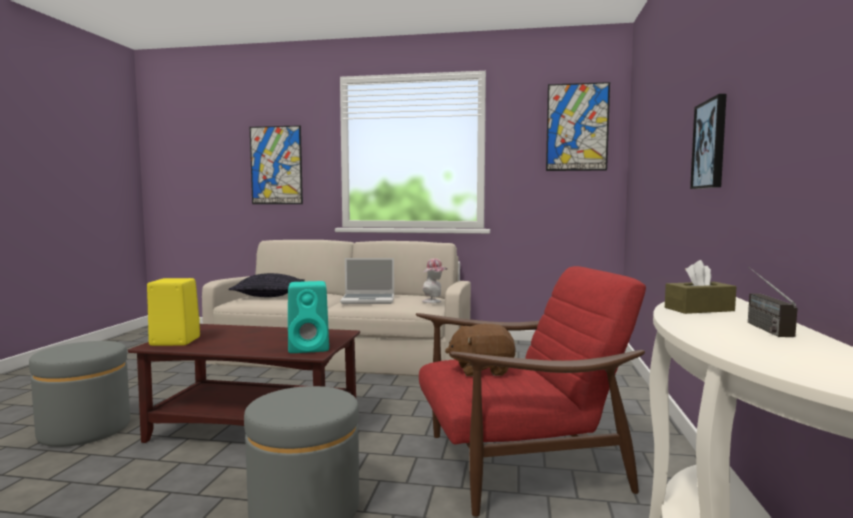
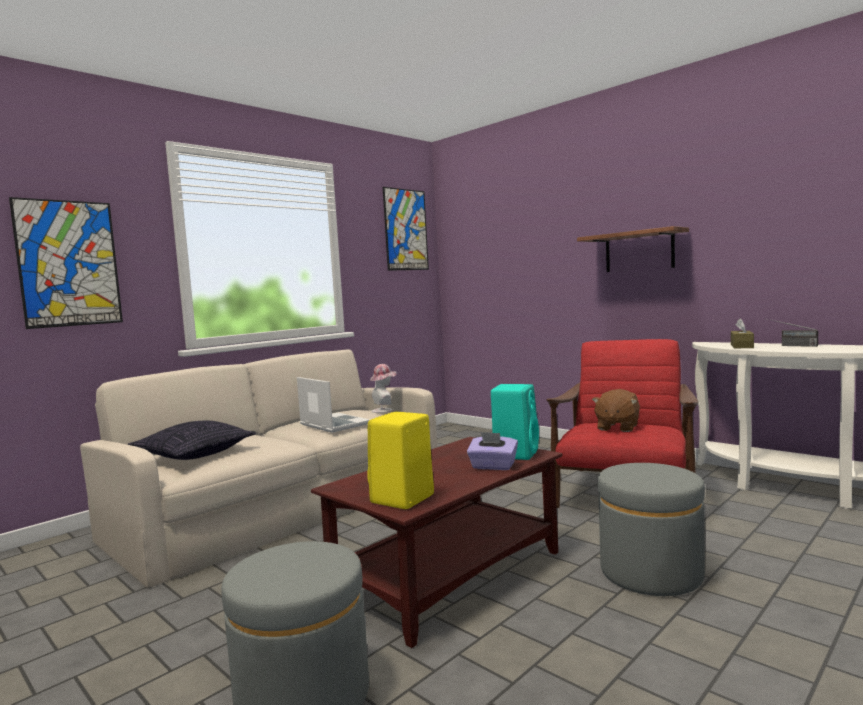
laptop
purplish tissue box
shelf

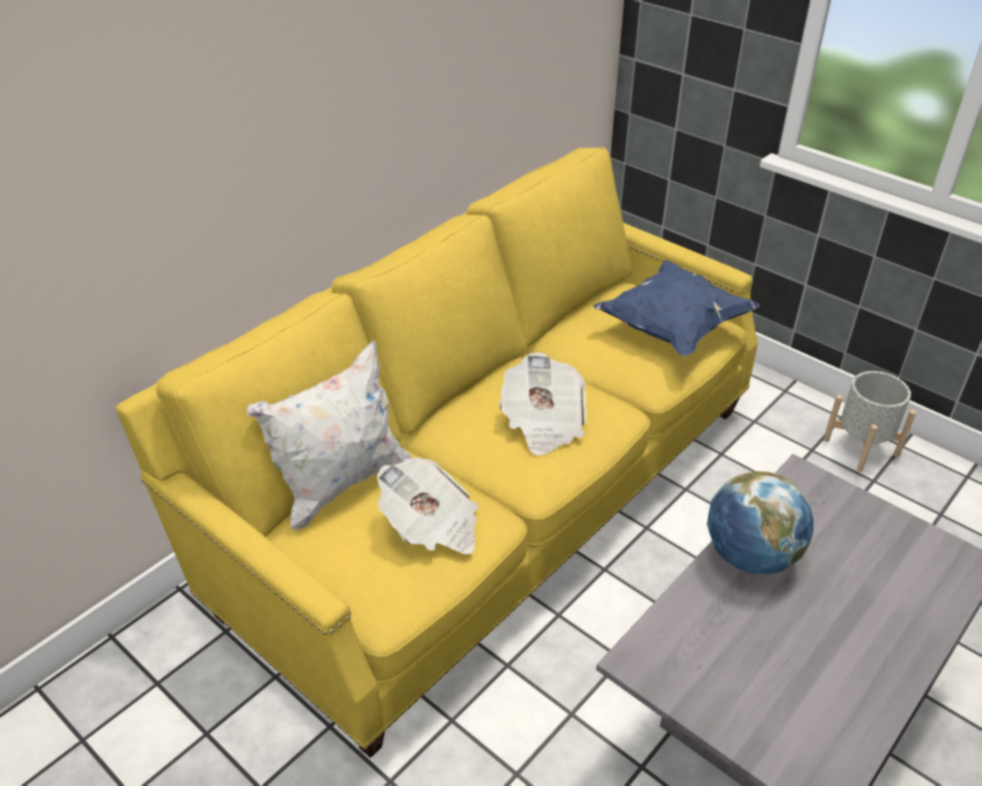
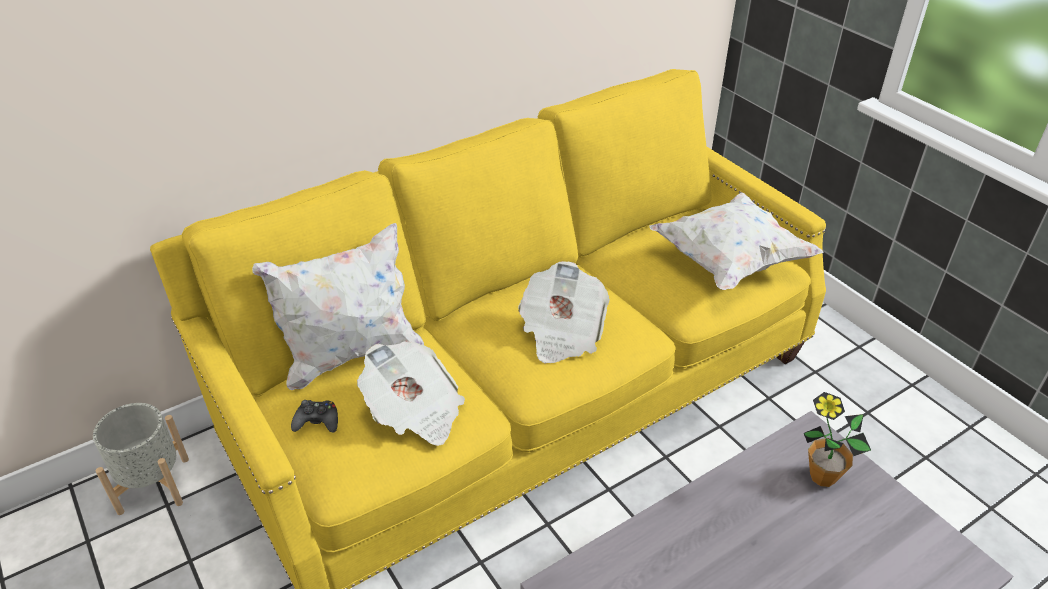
grey planter
black gamepad
whitish cushion (2nd from left)
houseplant
world globe

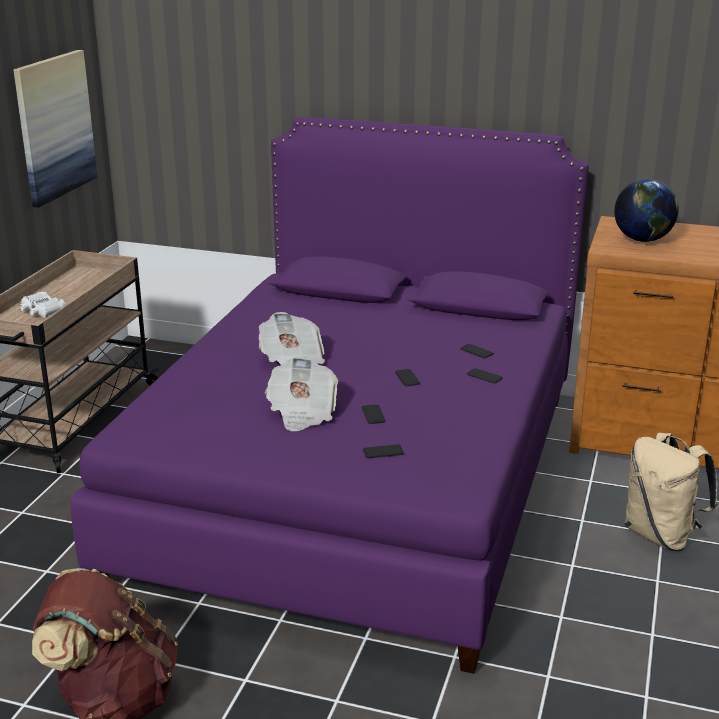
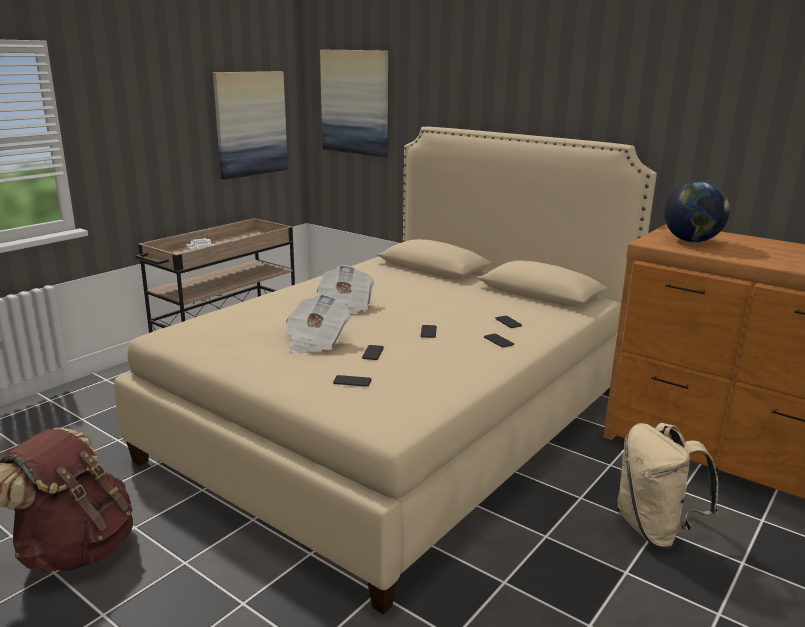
sand-coloured bedroom bed
picture (2nd from left)

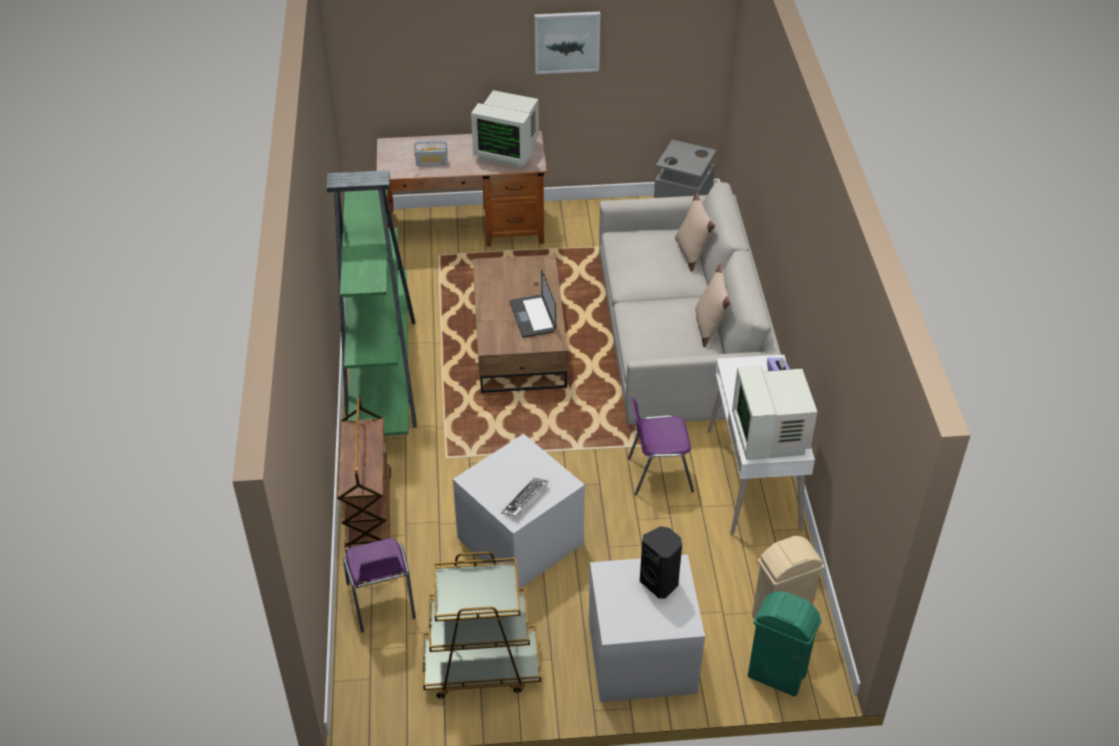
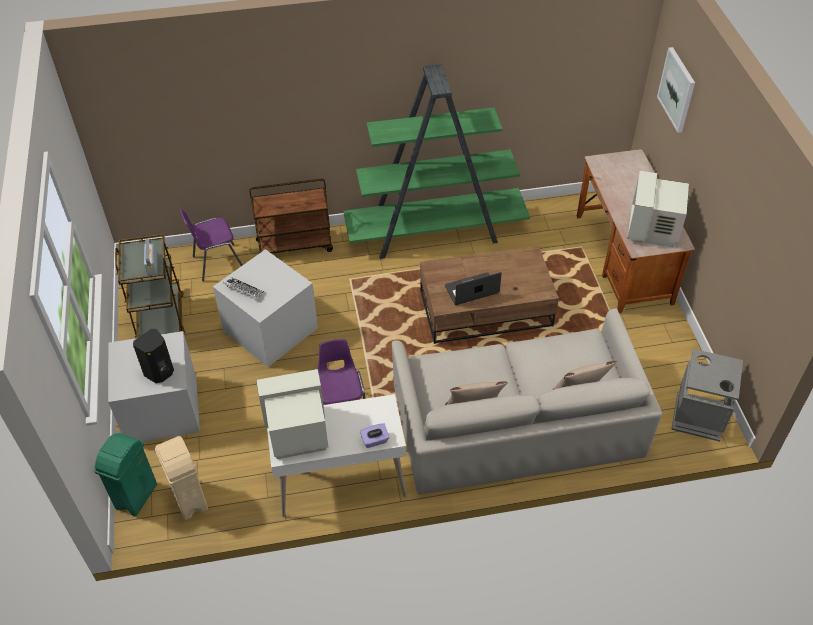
radio
picture

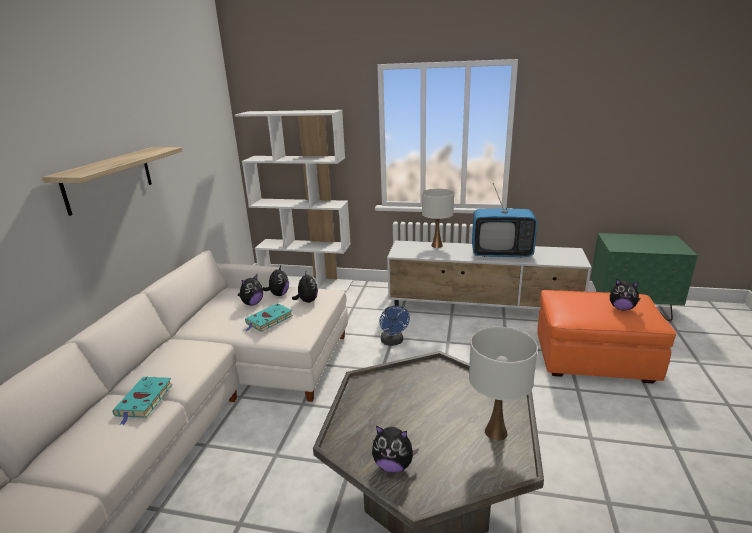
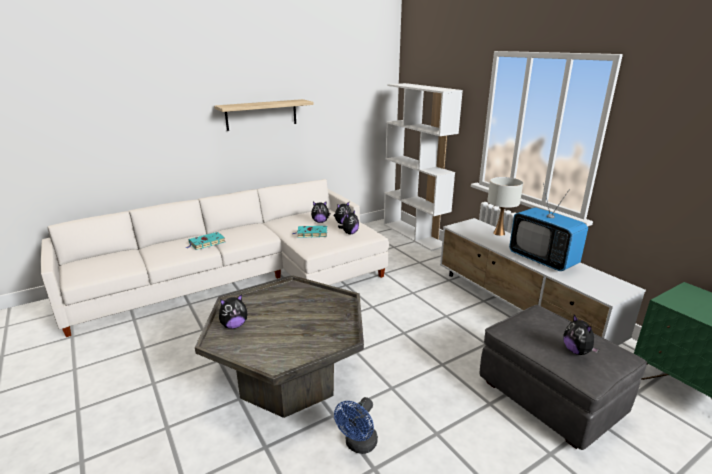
soft toy (1st from left)
blue-coloured cooling fan
grey ottoman
whitish lamp for a table (2nd from left in the first image)

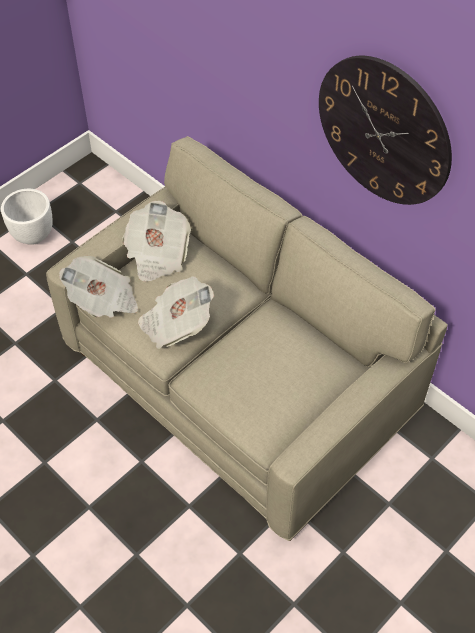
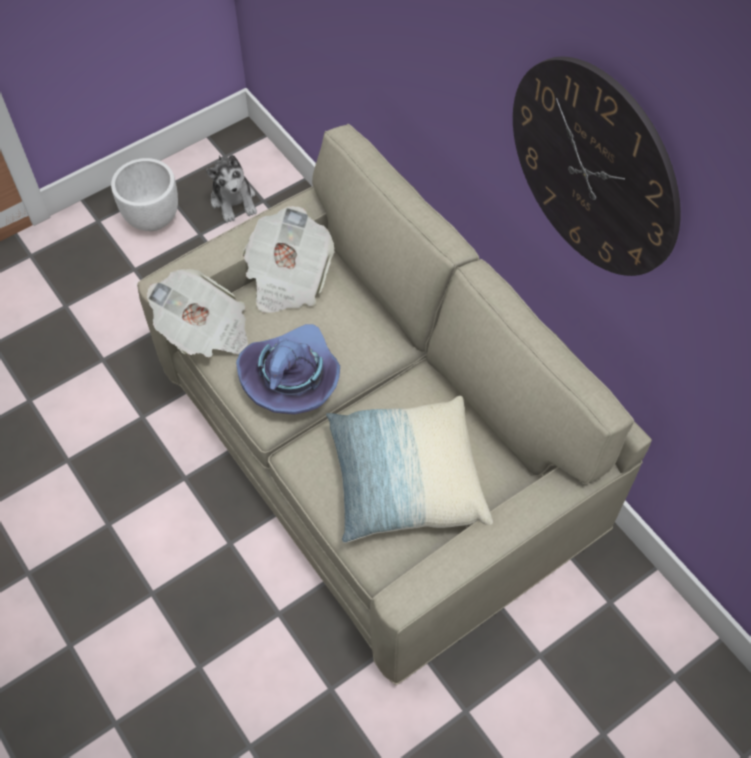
soft toy
purplish hat
cushion

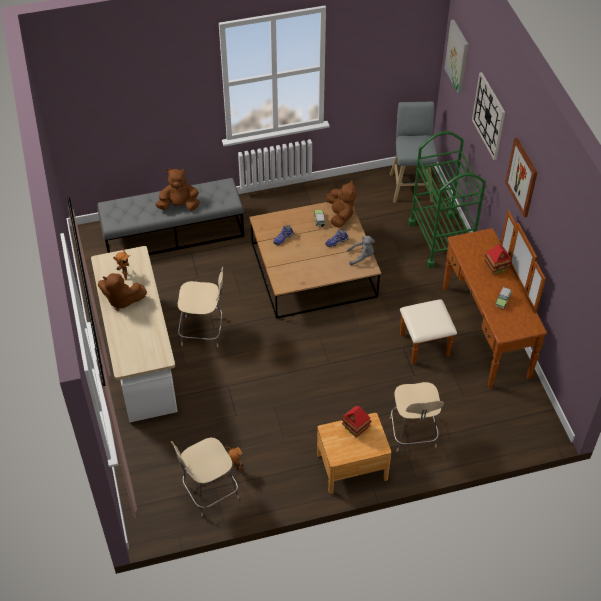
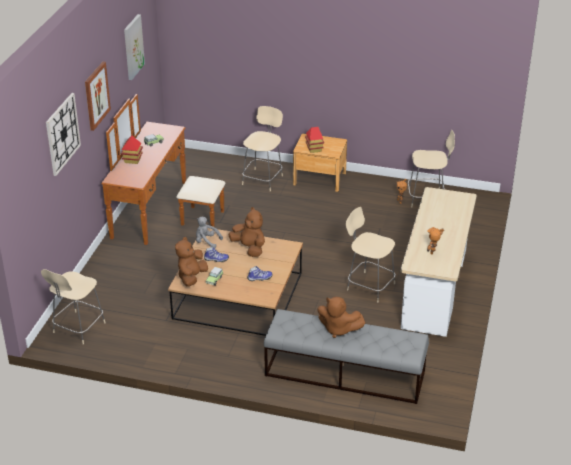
sand-coloured chair (1st from left)
picture (2nd from left)
brown soft toy (2nd from left)
green-coloured wheeled cart

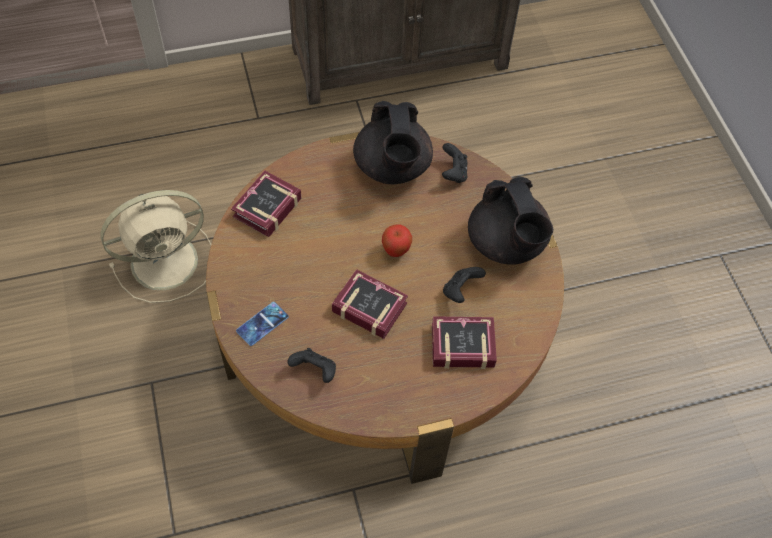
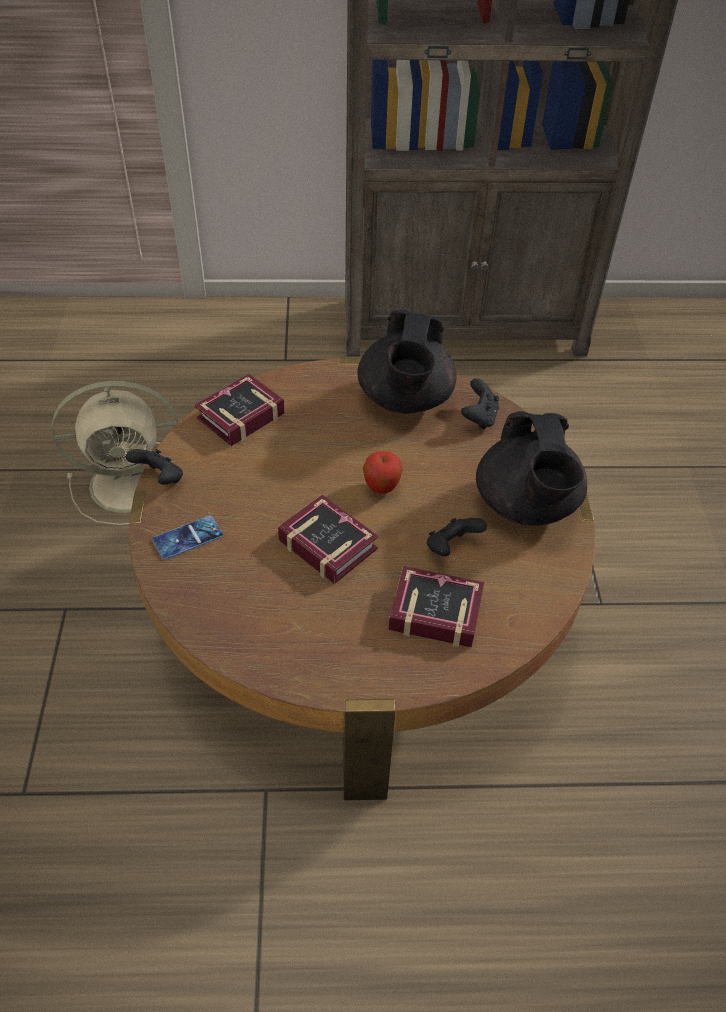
black gamepad (1st from left)

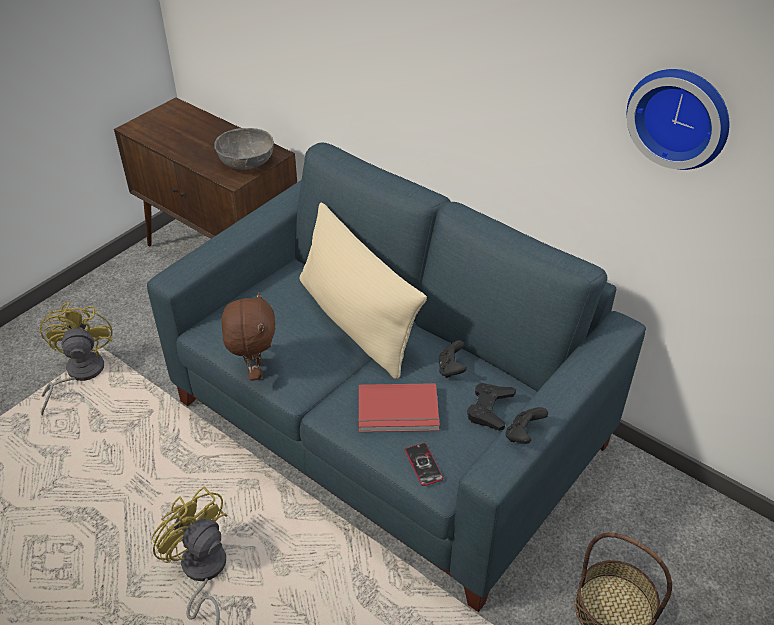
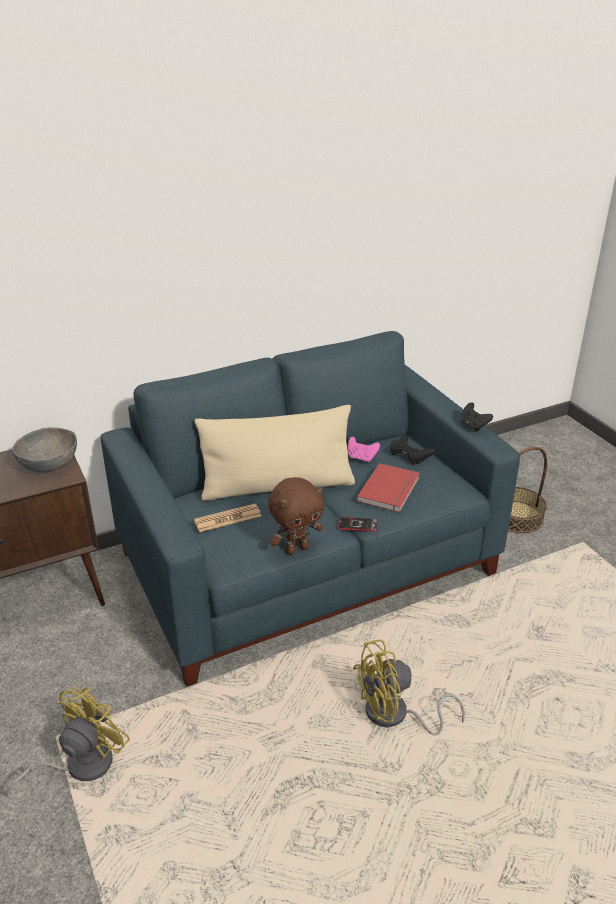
yellowish cooling fan (1st from left)
printed paper
brown soft toy
handset
pink gamepad
hanging clock

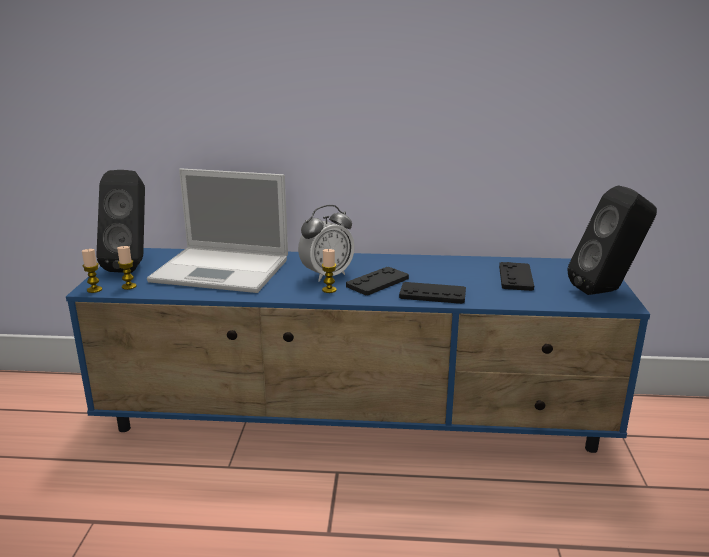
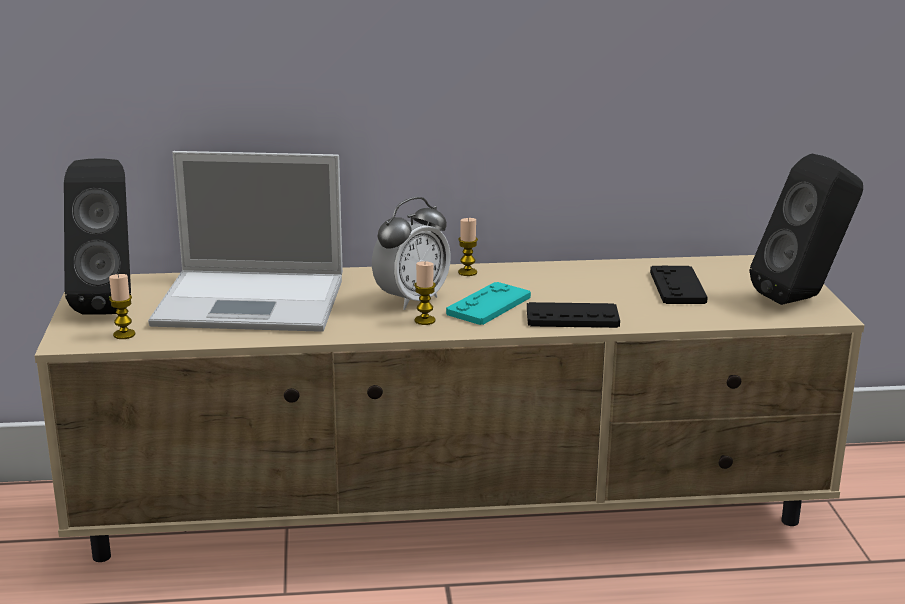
sand-coloured tv unit
turquoise gamepad
candle (3rd from left)

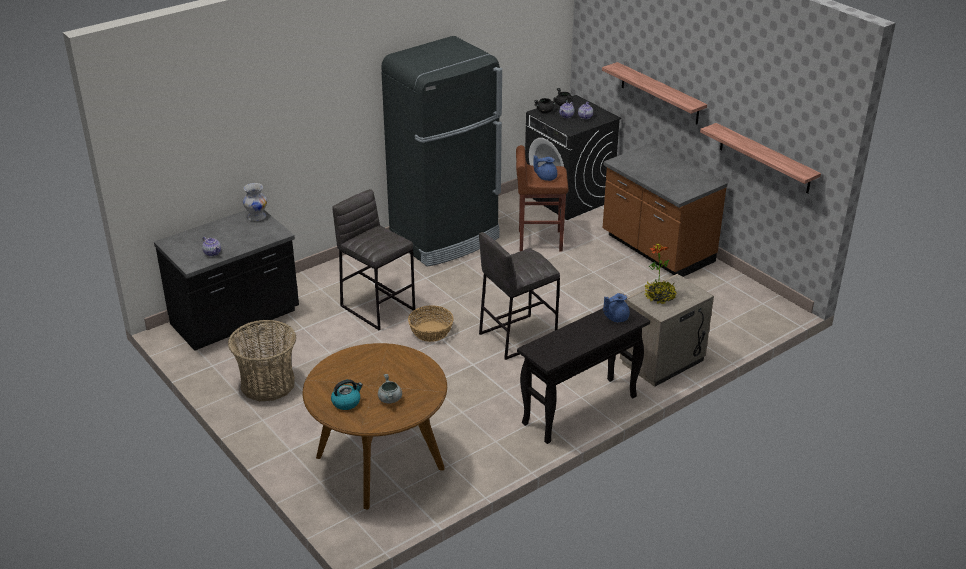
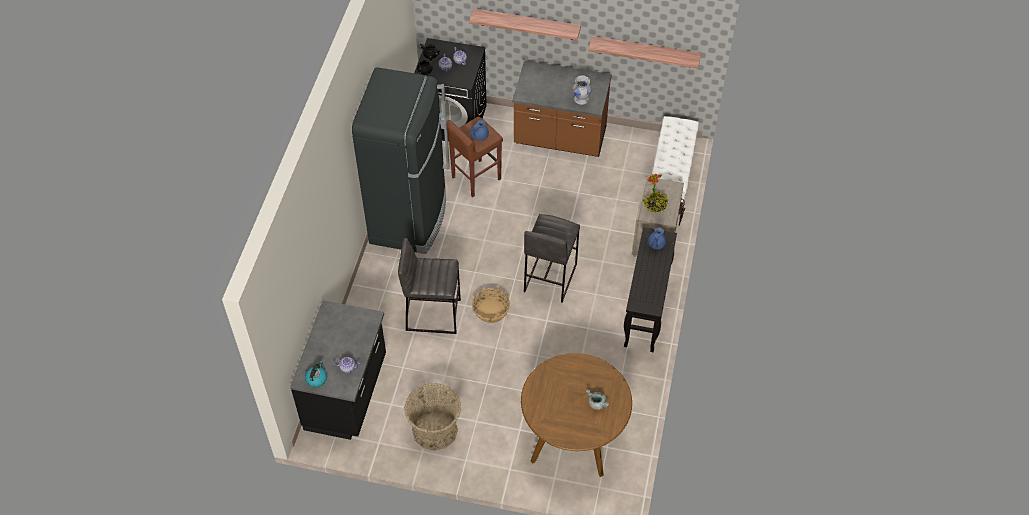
water kettle
whitish decorative vase
whitish bench

